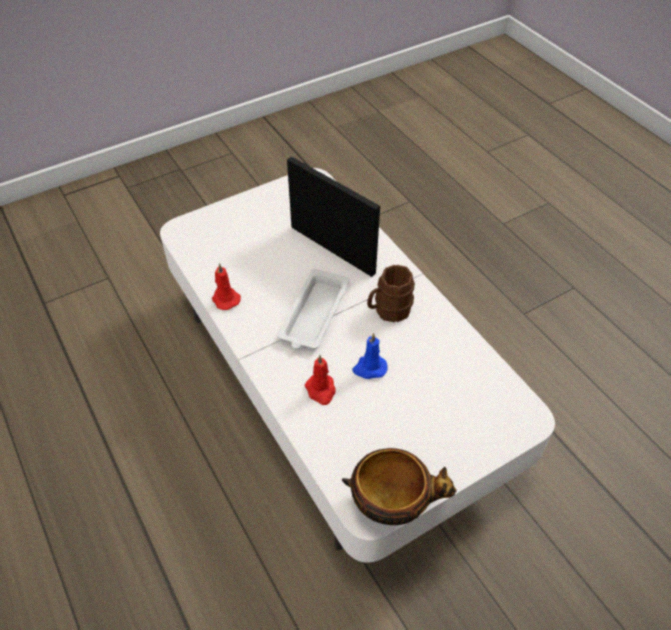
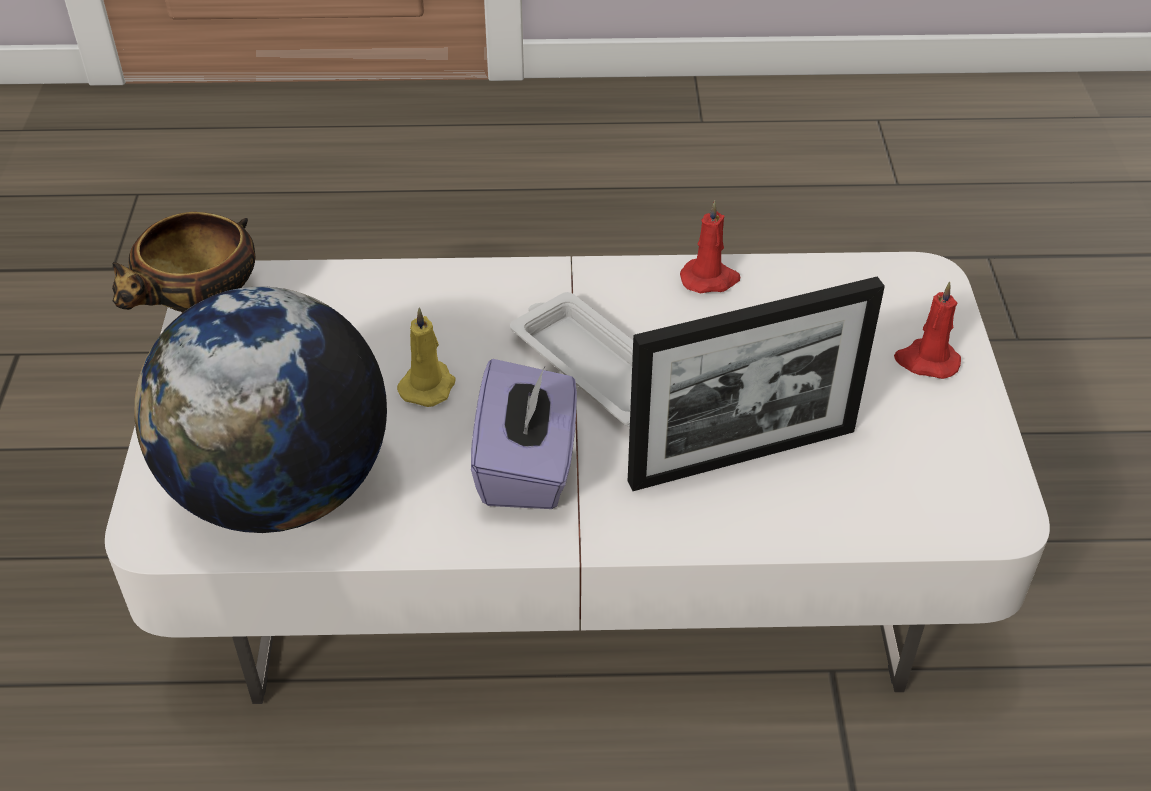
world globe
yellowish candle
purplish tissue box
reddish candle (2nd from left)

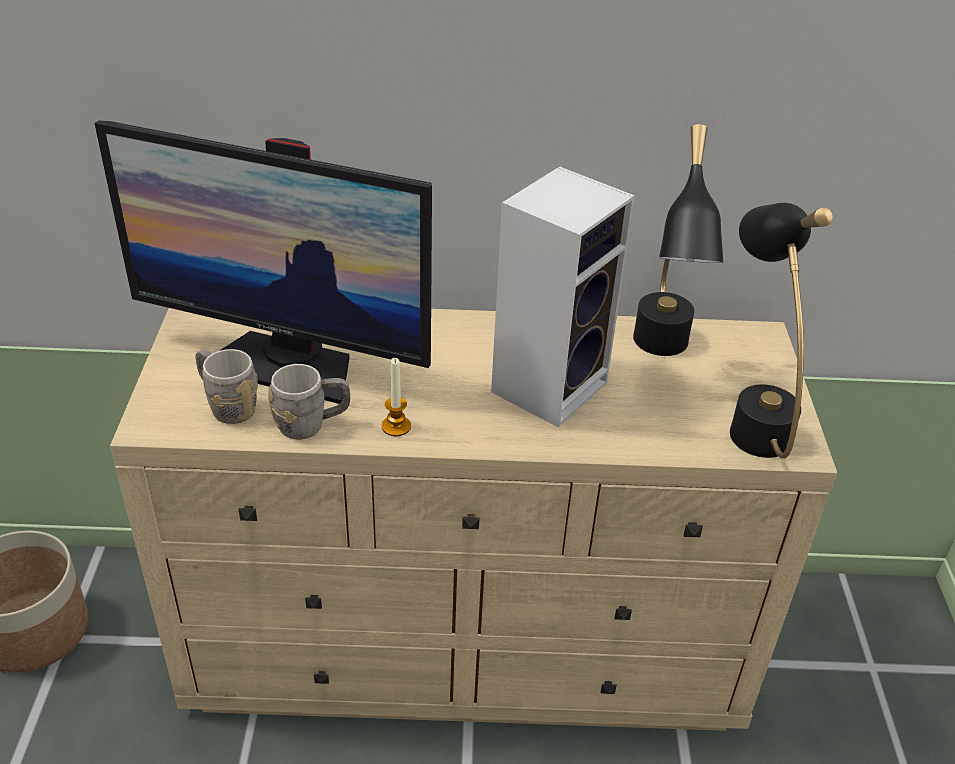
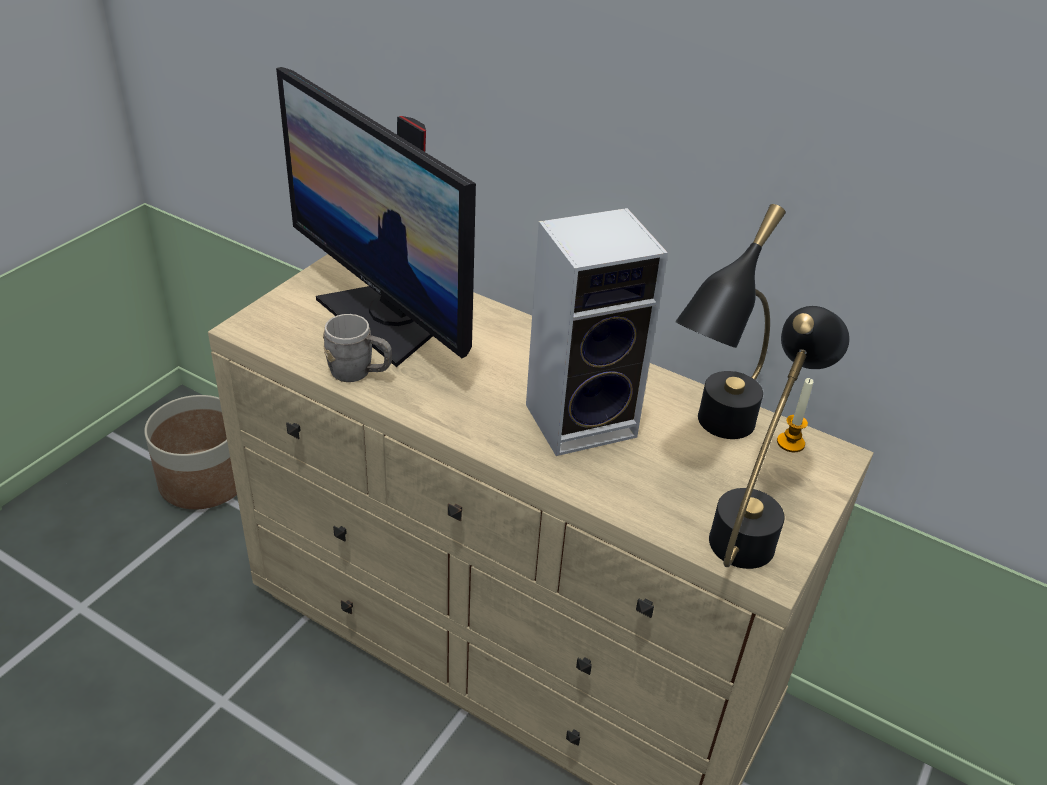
candle
grey coffee mug (1st from left in the first image)

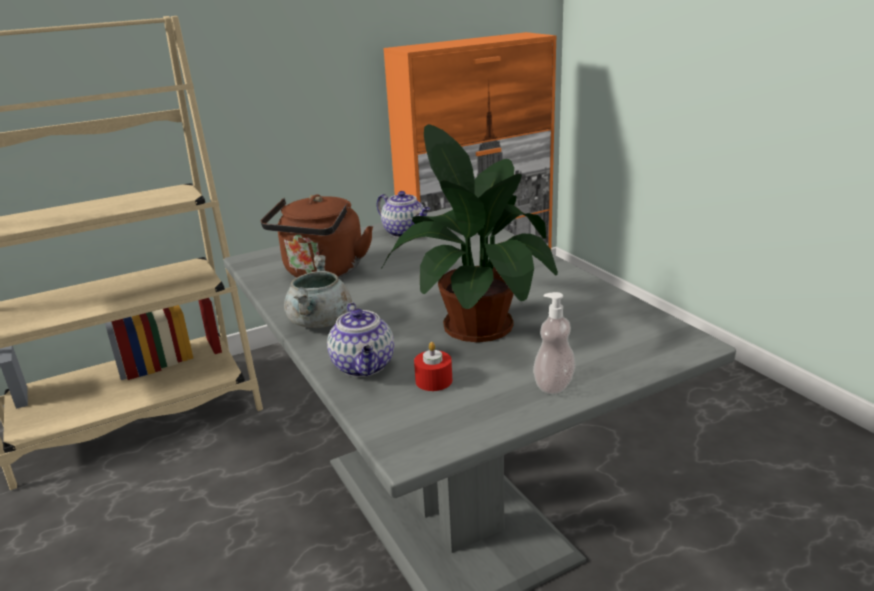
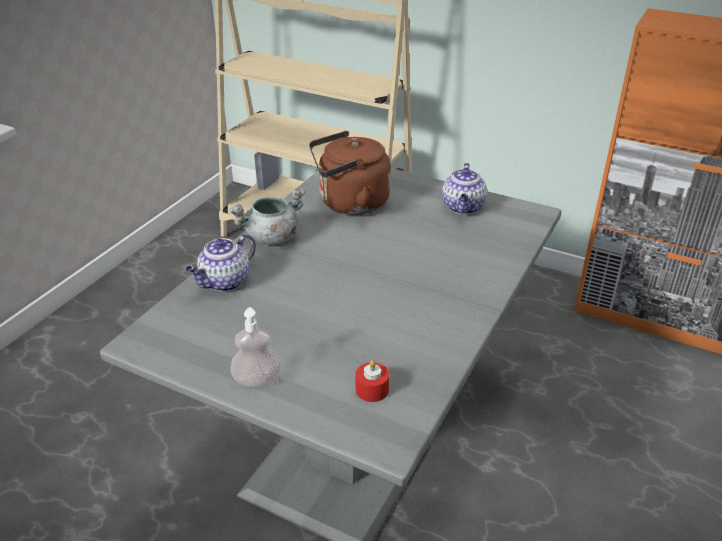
reddish candle
houseplant

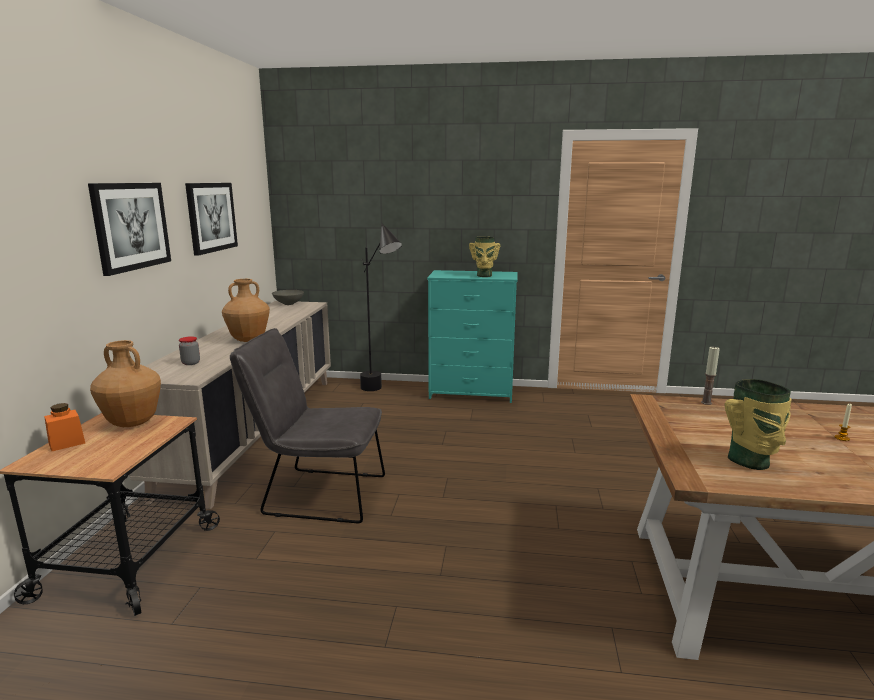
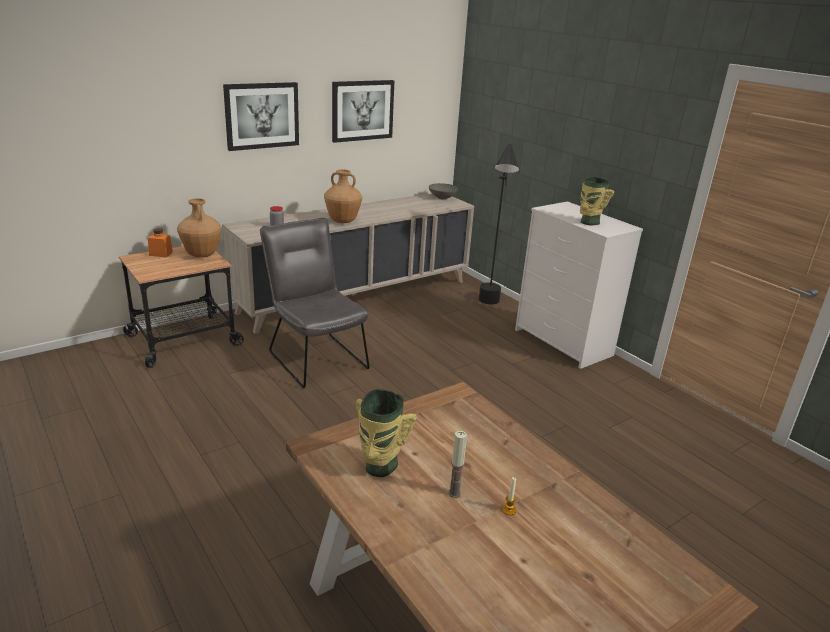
candle (1st from left)
whitish chest of drawers

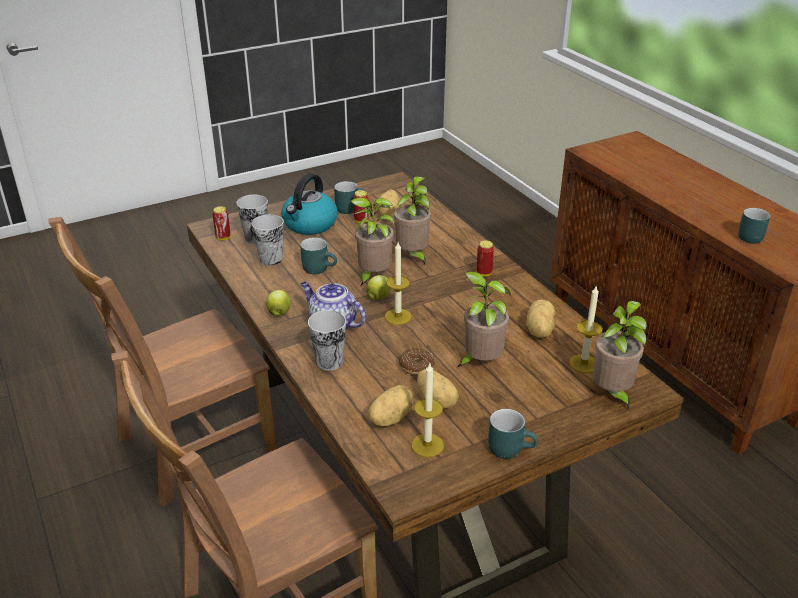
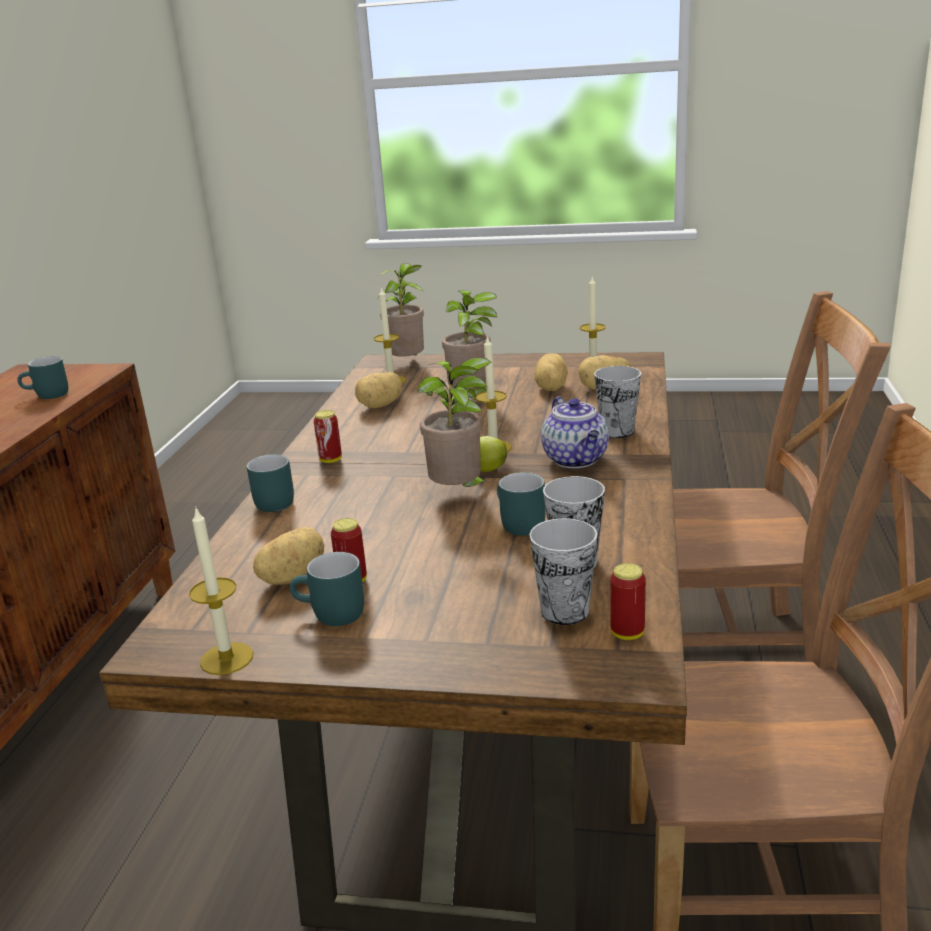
candle (1st from left)
turquoise coffee mug (2nd from left)
apple fruit (1st from left in the first image)
water kettle
houseplant (2nd from left in the first image)
doughnut

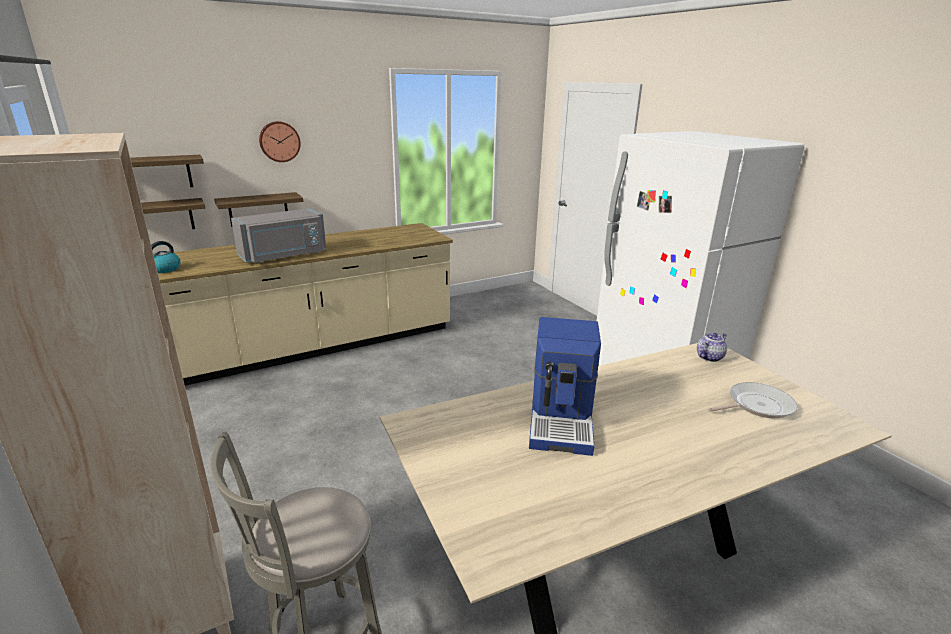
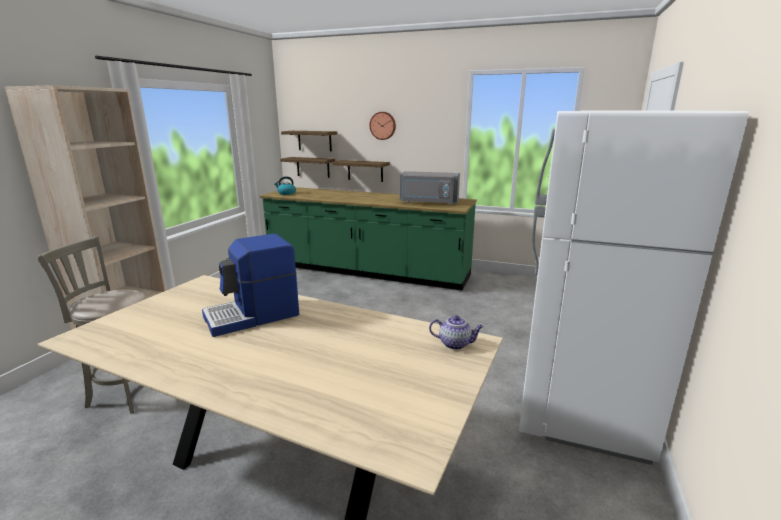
green-coloured counter
grey microwave
pan

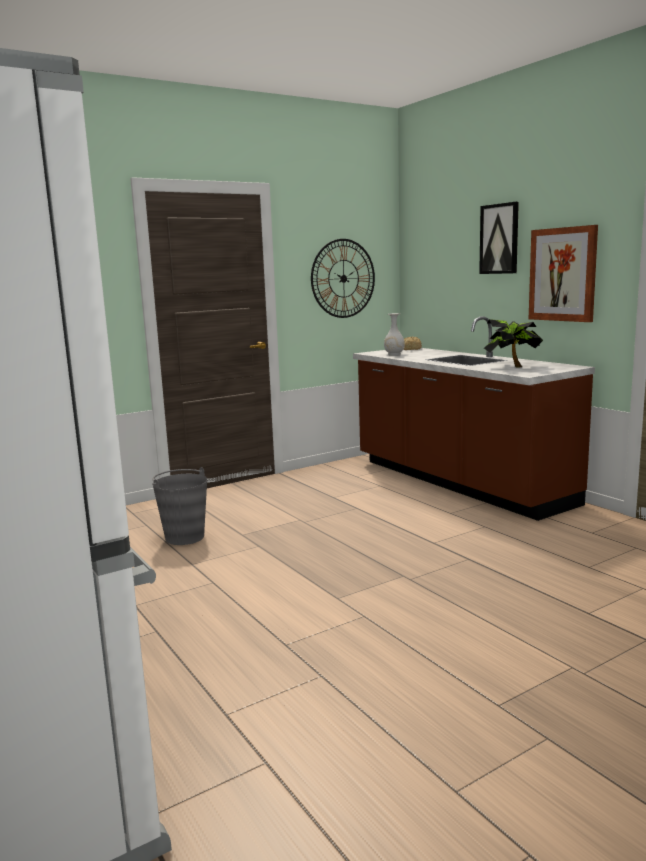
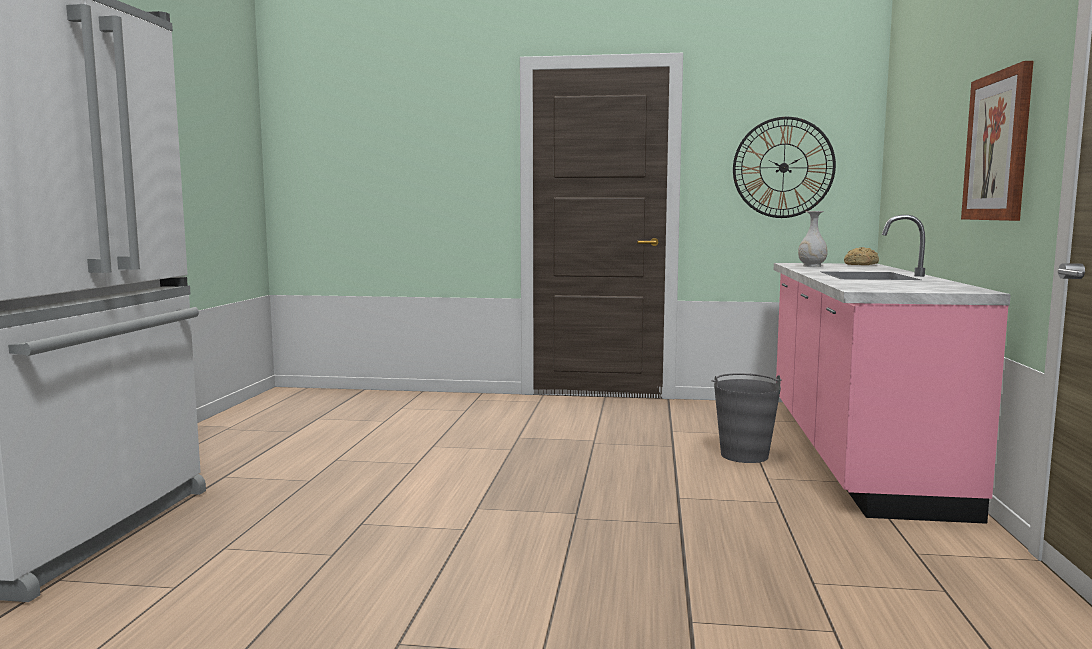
grey water bucket
pink counter
picture (1st from left in the first image)
houseplant

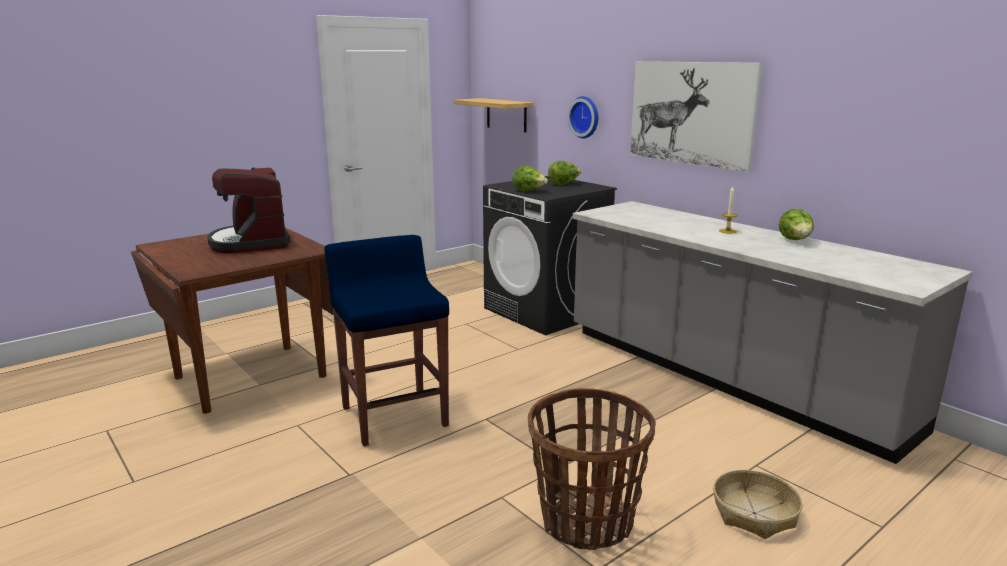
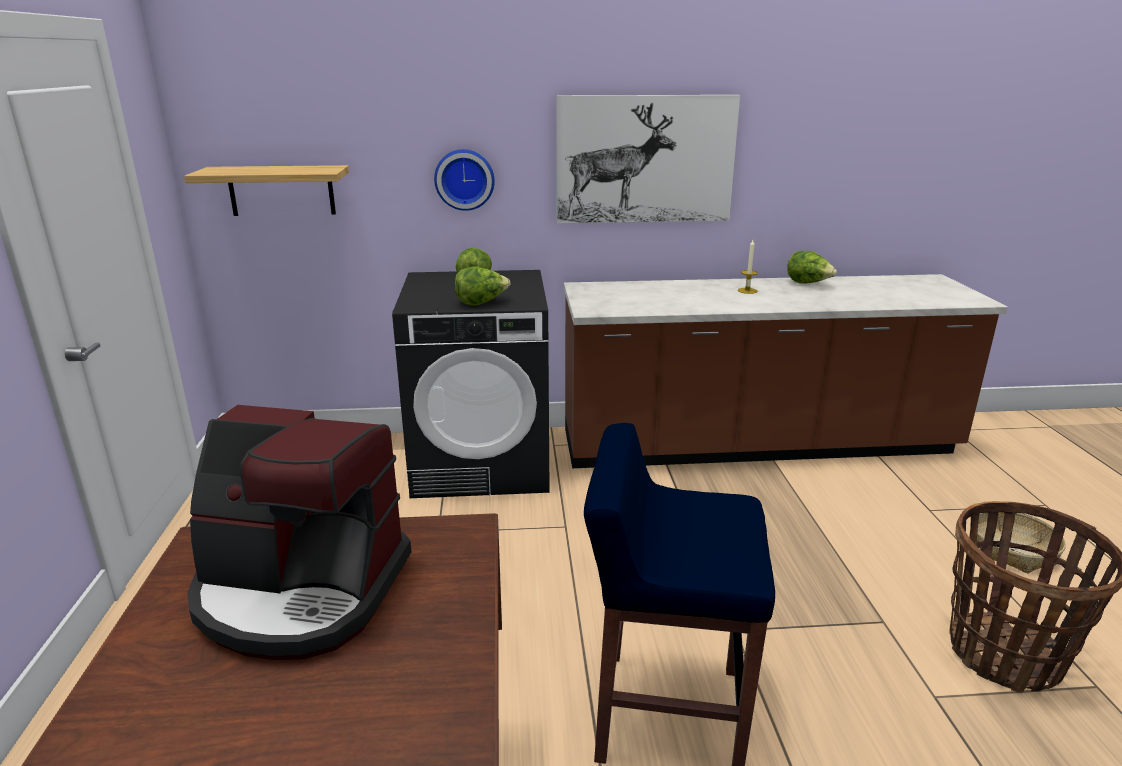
brown counter

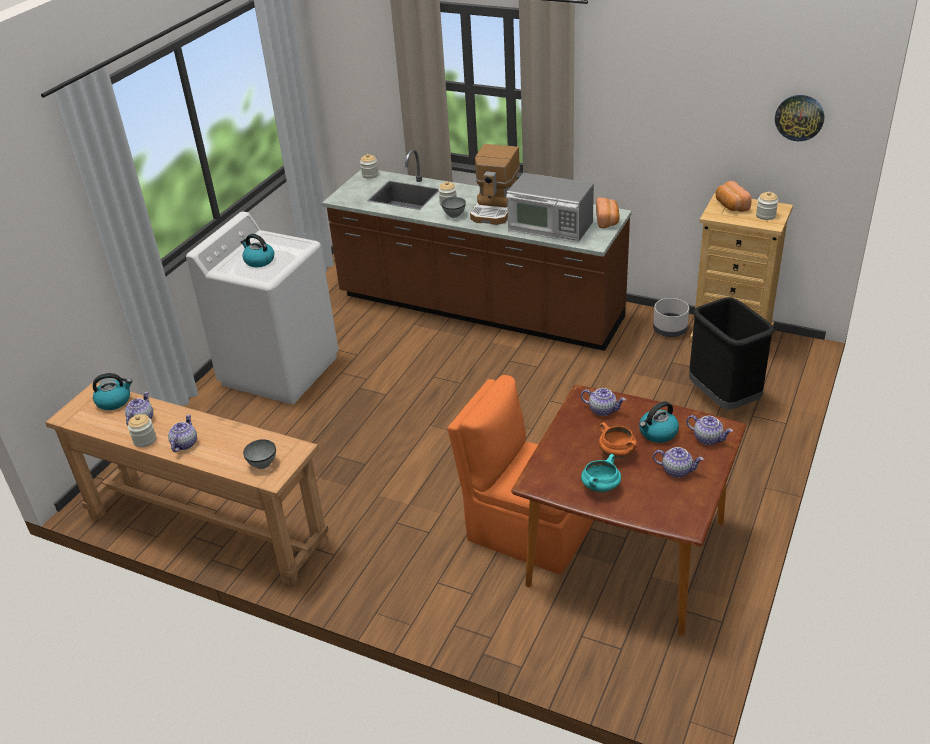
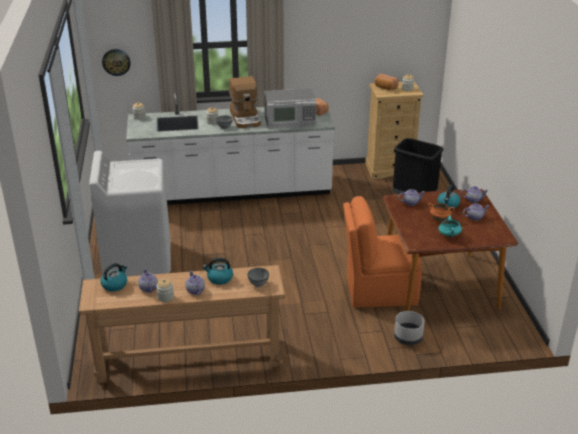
hanging clock
whitish counter
water kettle (2nd from left)
grey planter

